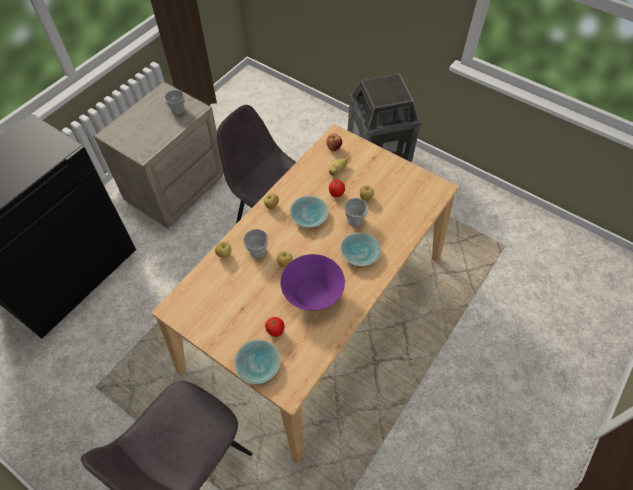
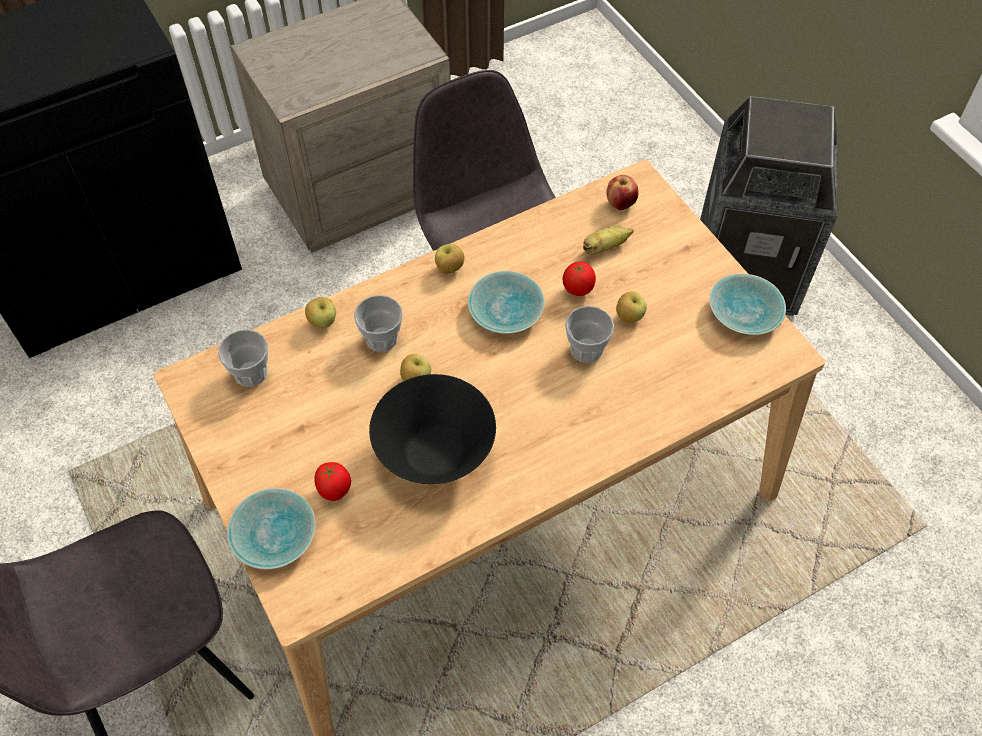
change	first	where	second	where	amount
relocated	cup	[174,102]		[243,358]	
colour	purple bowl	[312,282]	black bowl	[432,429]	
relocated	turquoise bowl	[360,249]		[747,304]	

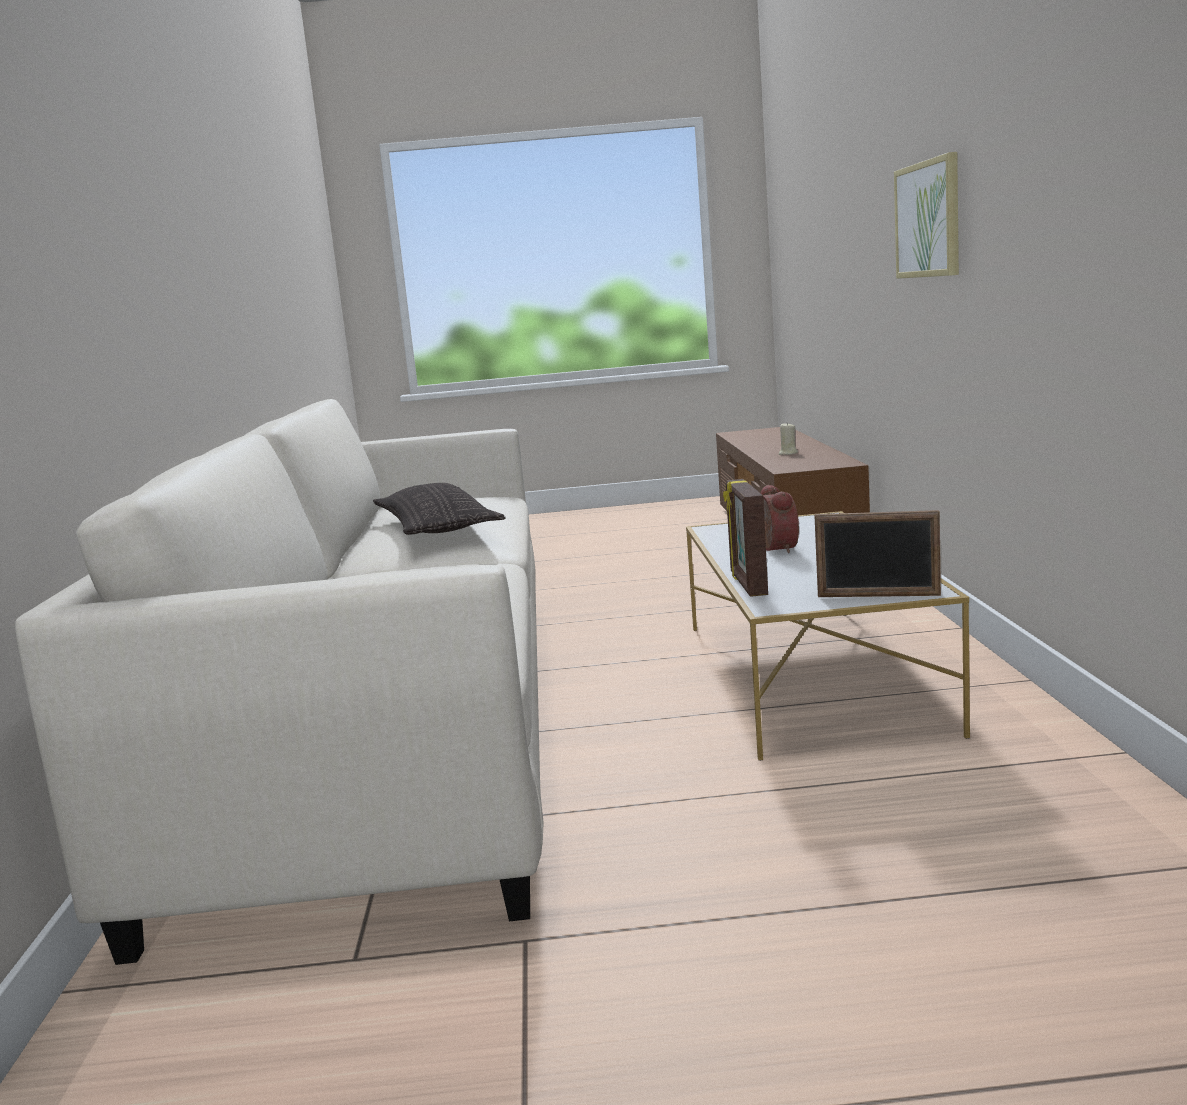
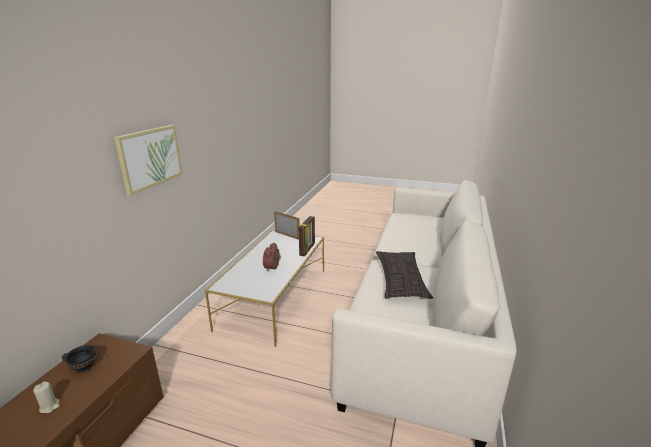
change	first	where	second	where	amount
appeared			black bowl	[80,359]	

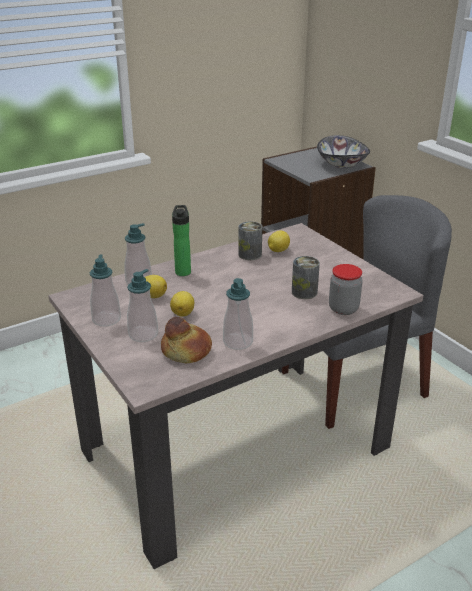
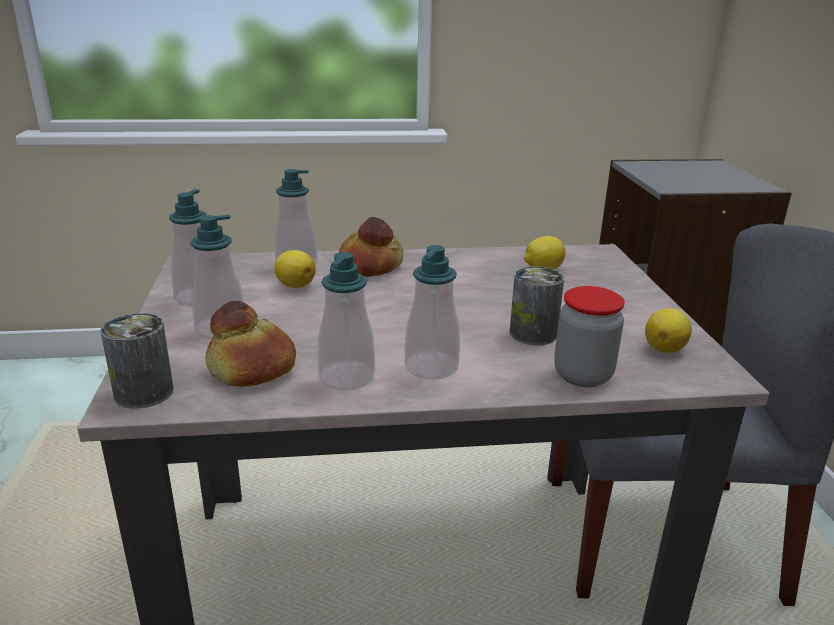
change	first	where	second	where	amount
relocated	lemon	[182,304]		[668,330]	
exchanged	bottle	[181,240]	bread	[371,247]	
relocated	can	[250,241]		[136,361]	
missing	bowl	[343,152]			
appeared			soap dispenser	[432,312]	

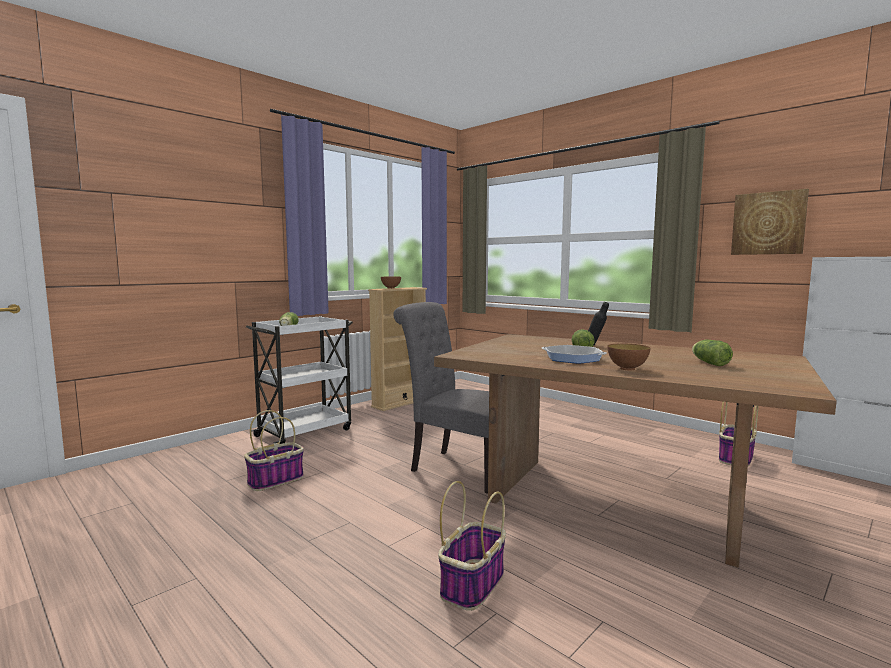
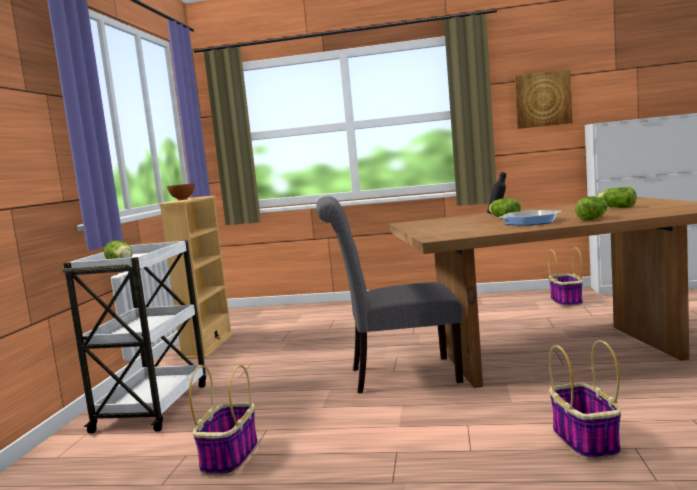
change	first	where	second	where	amount
exchanged	bowl	[629,356]	lettuce	[591,208]	

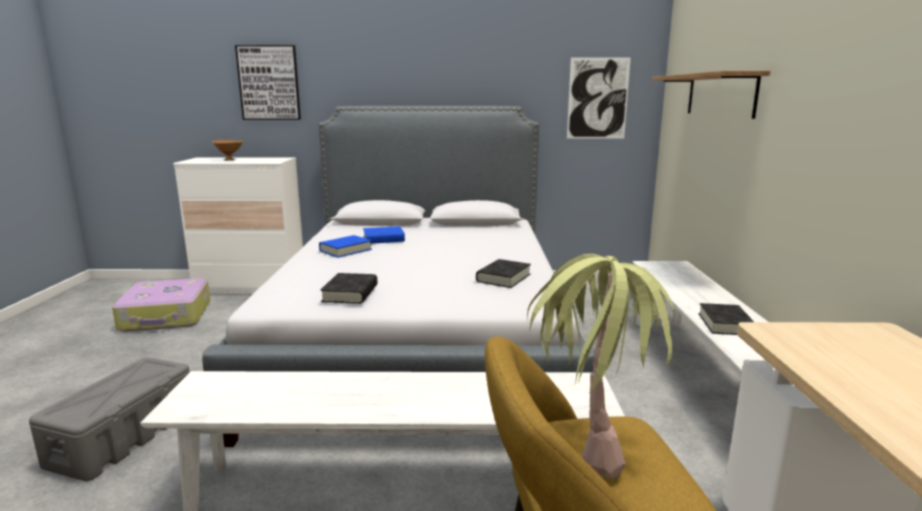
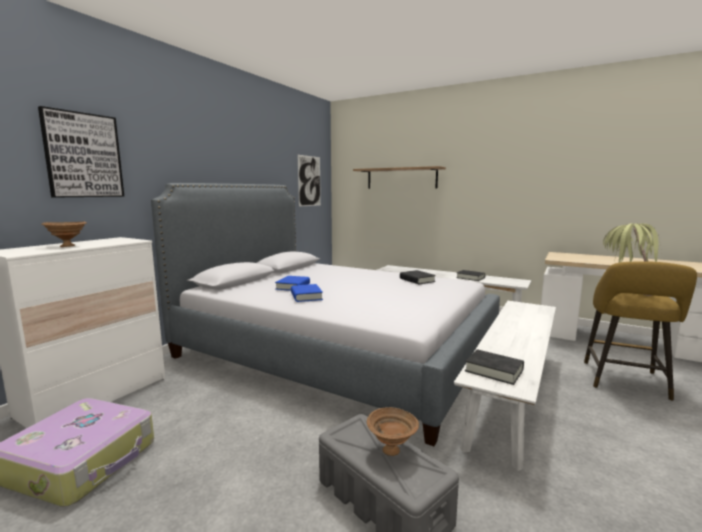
change	first	where	second	where	amount
relocated	black book	[348,288]		[494,367]	
appeared			brown bowl	[393,431]	

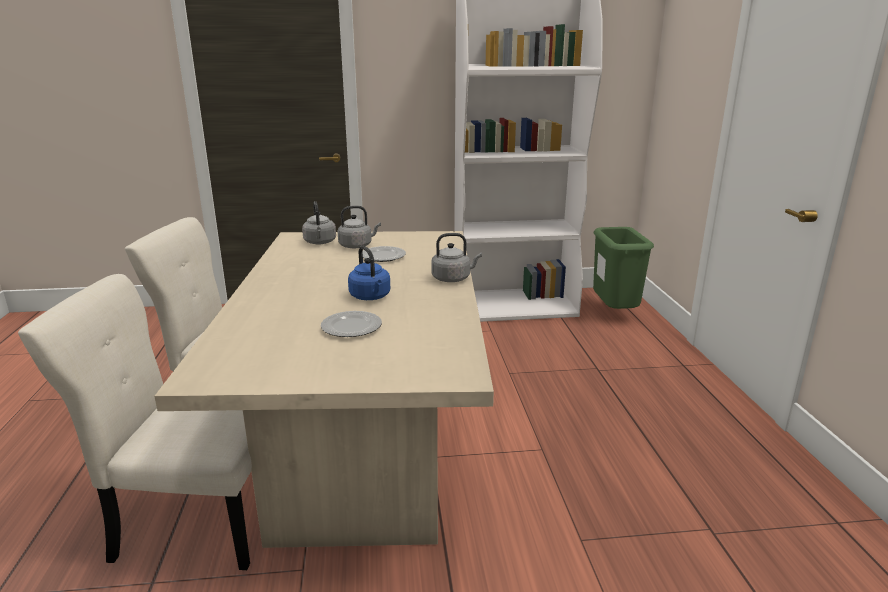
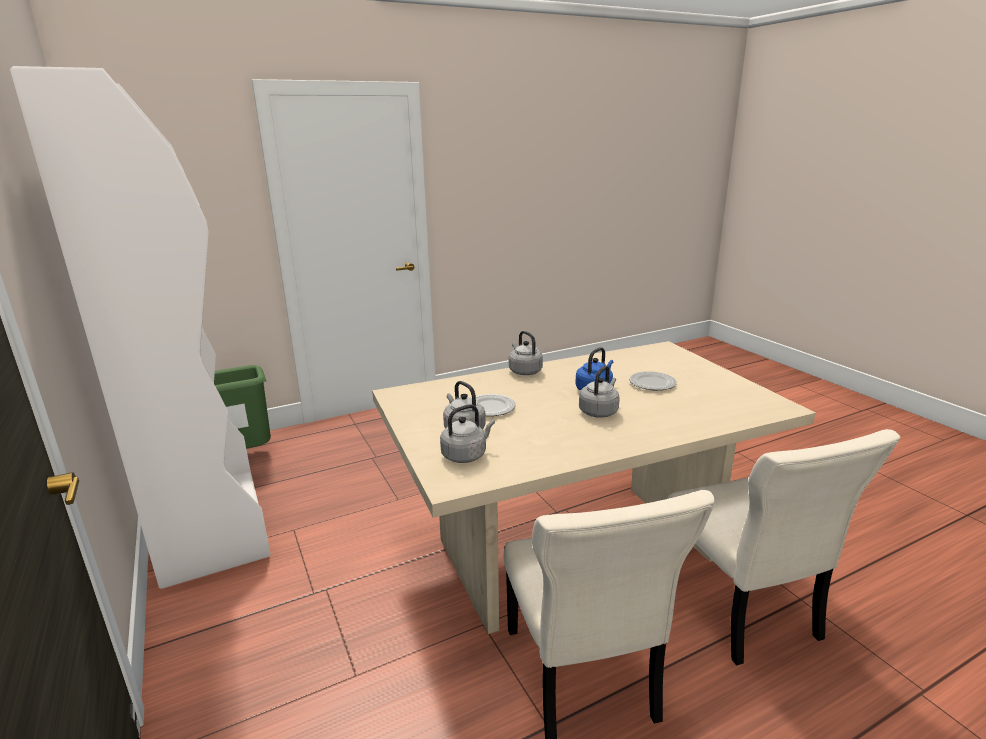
change	first	where	second	where	amount
appeared			grey kettle	[599,392]	

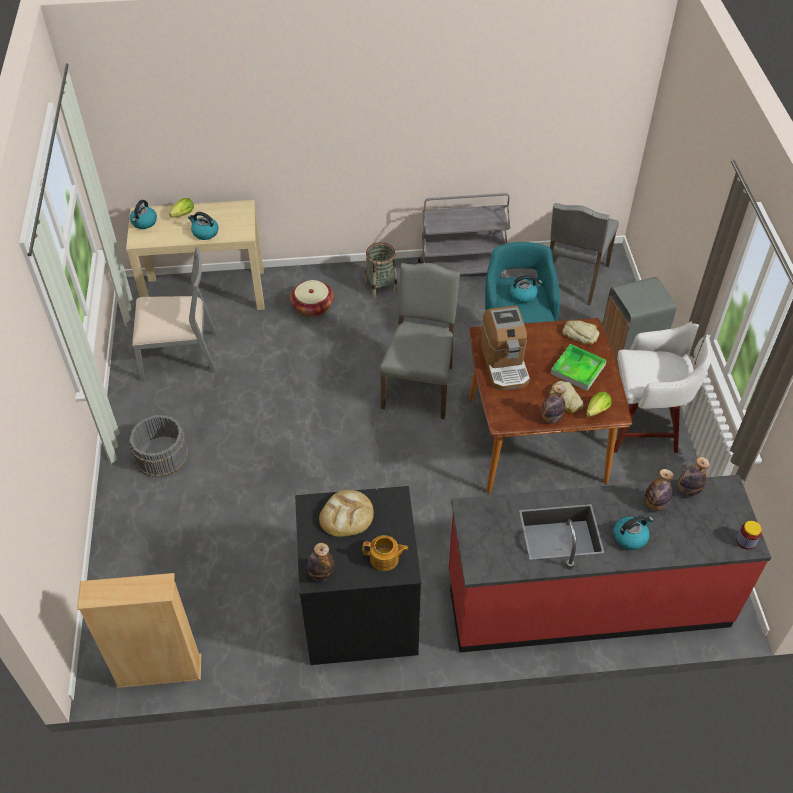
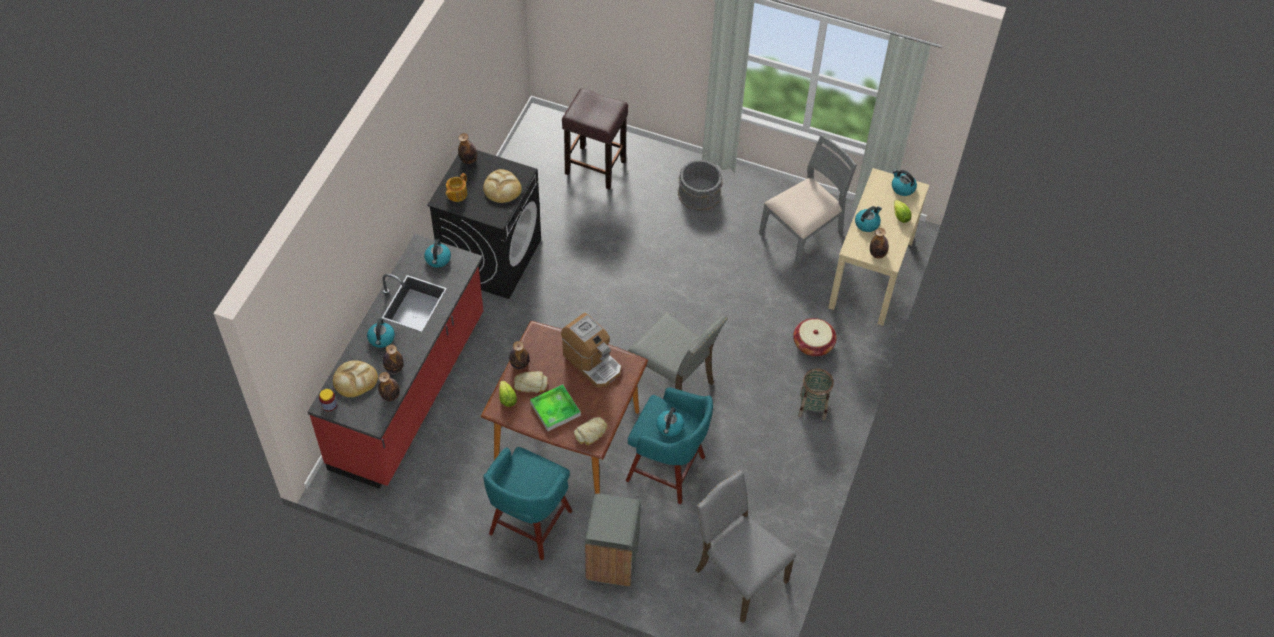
change	first	where	second	where	amount
missing	beige bookcase	[139,630]			
spun	grey chair	[174,314]		[808,202]	150 degrees counterclockwise
missing	grey cart	[464,235]			
spun	coffee machine	[505,348]		[591,350]	150 degrees counterclockwise
colour	white stool	[663,387]	turquoise stool	[528,503]	
appeared			bread	[355,378]	
appeared			kettle	[437,253]	
appeared			brown stool	[595,139]	
appeared			bottle	[879,243]	

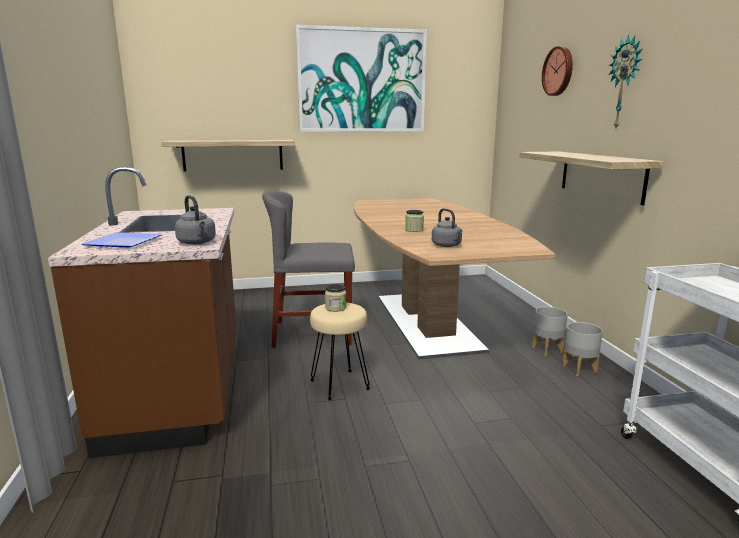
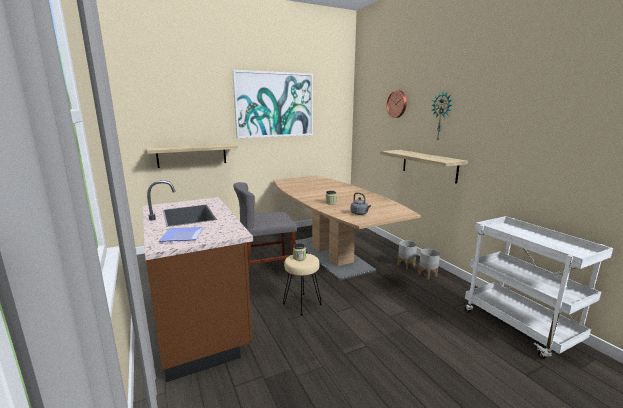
change	first	where	second	where	amount
missing	grey kettle	[195,220]			

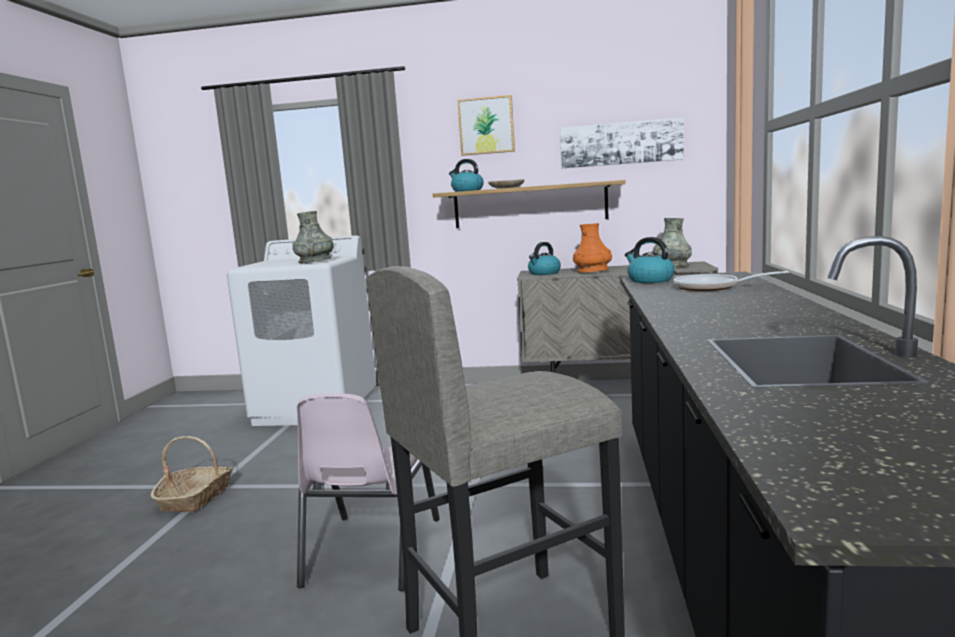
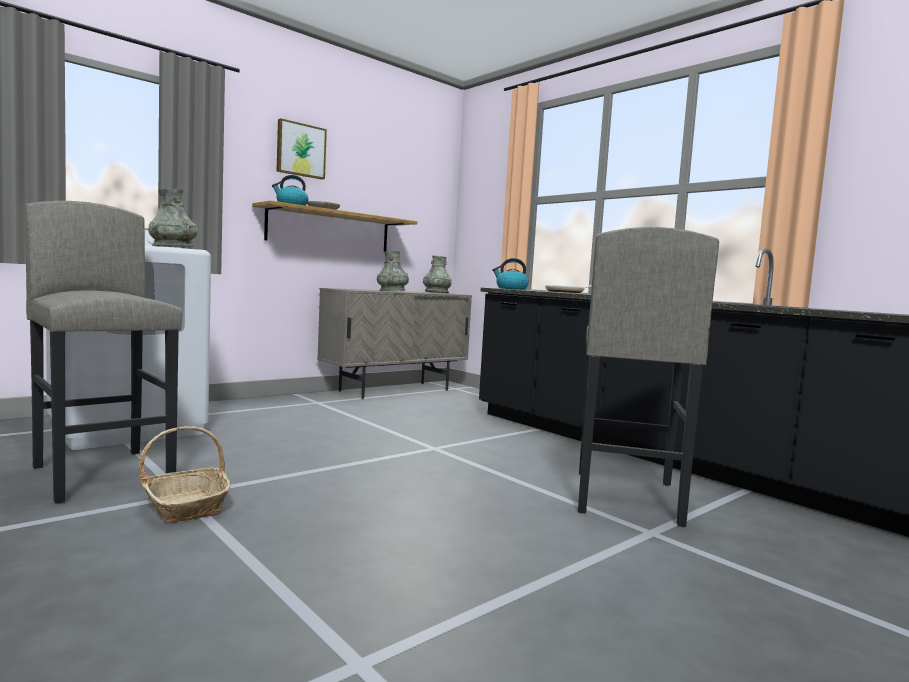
change	first	where	second	where	amount
missing	pink chair	[368,492]			
missing	kettle	[544,258]			
missing	picture	[622,142]			
colour	orange vase	[592,248]	grey vase	[393,271]	
appeared			grey stool	[103,352]	

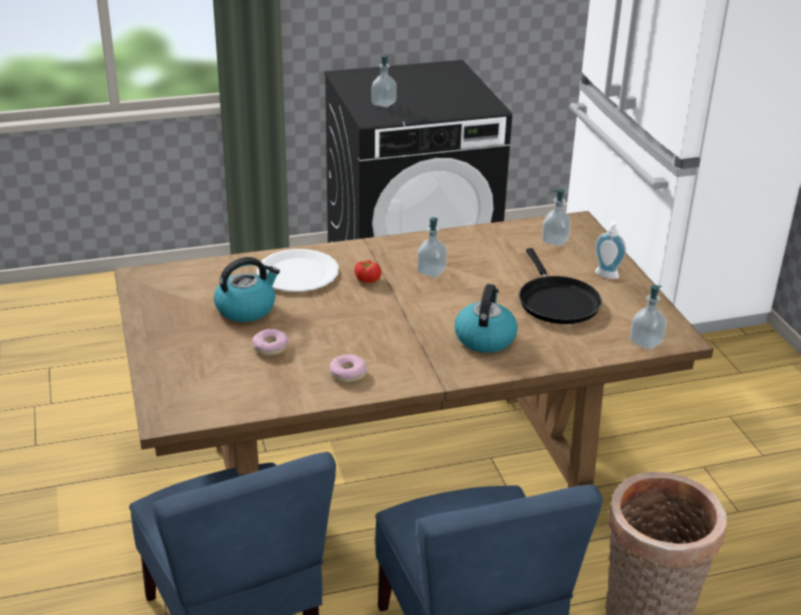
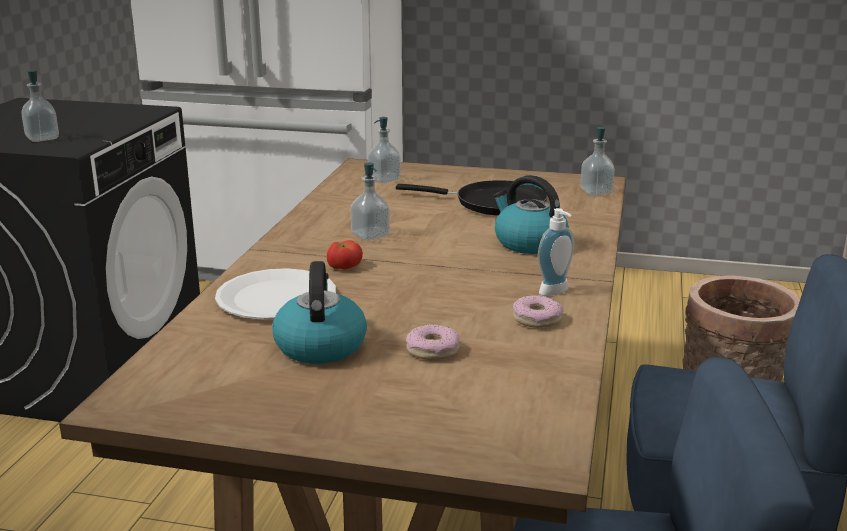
change	first	where	second	where	amount
relocated	soap dispenser	[610,250]		[556,252]	

